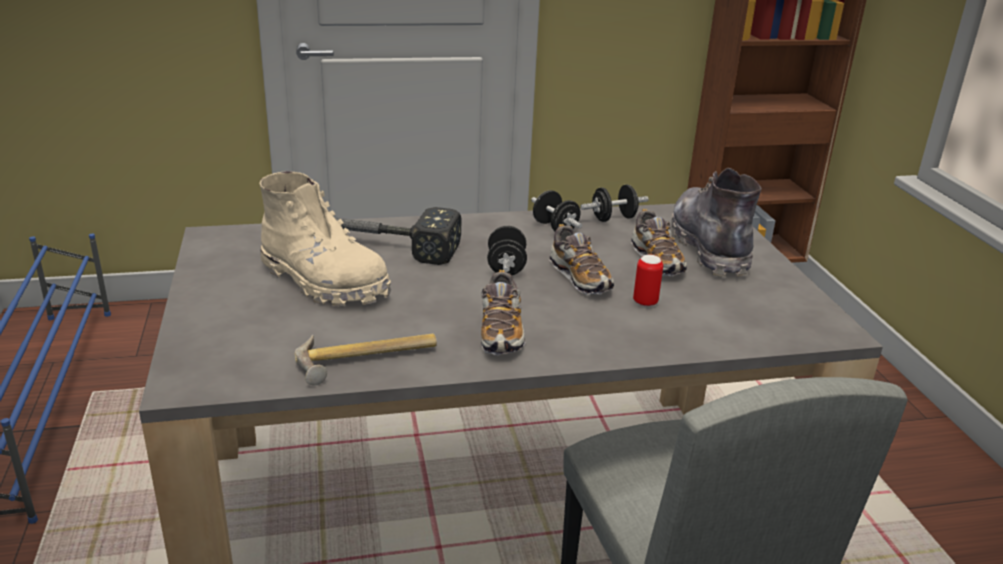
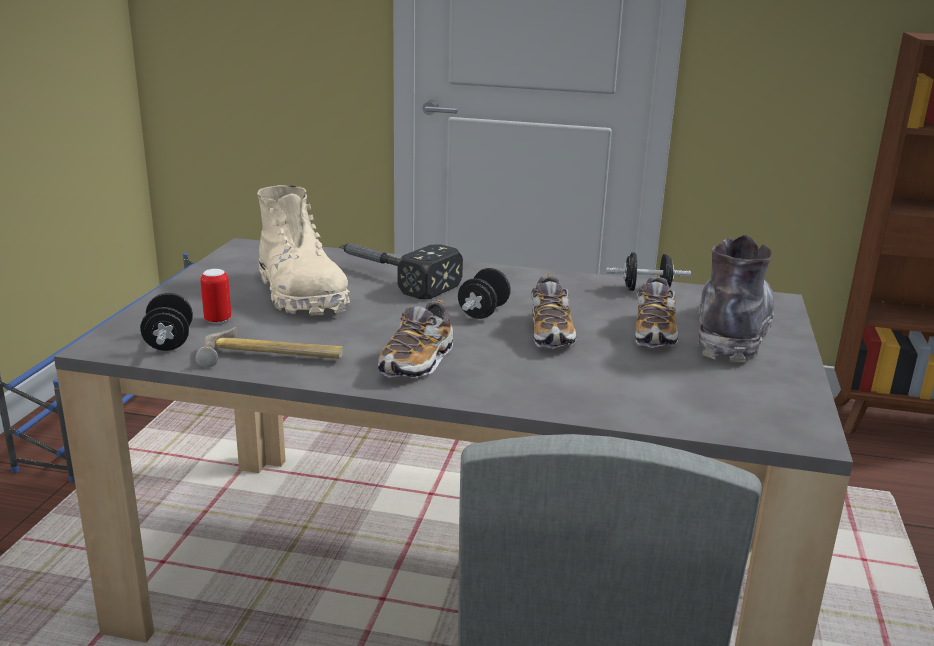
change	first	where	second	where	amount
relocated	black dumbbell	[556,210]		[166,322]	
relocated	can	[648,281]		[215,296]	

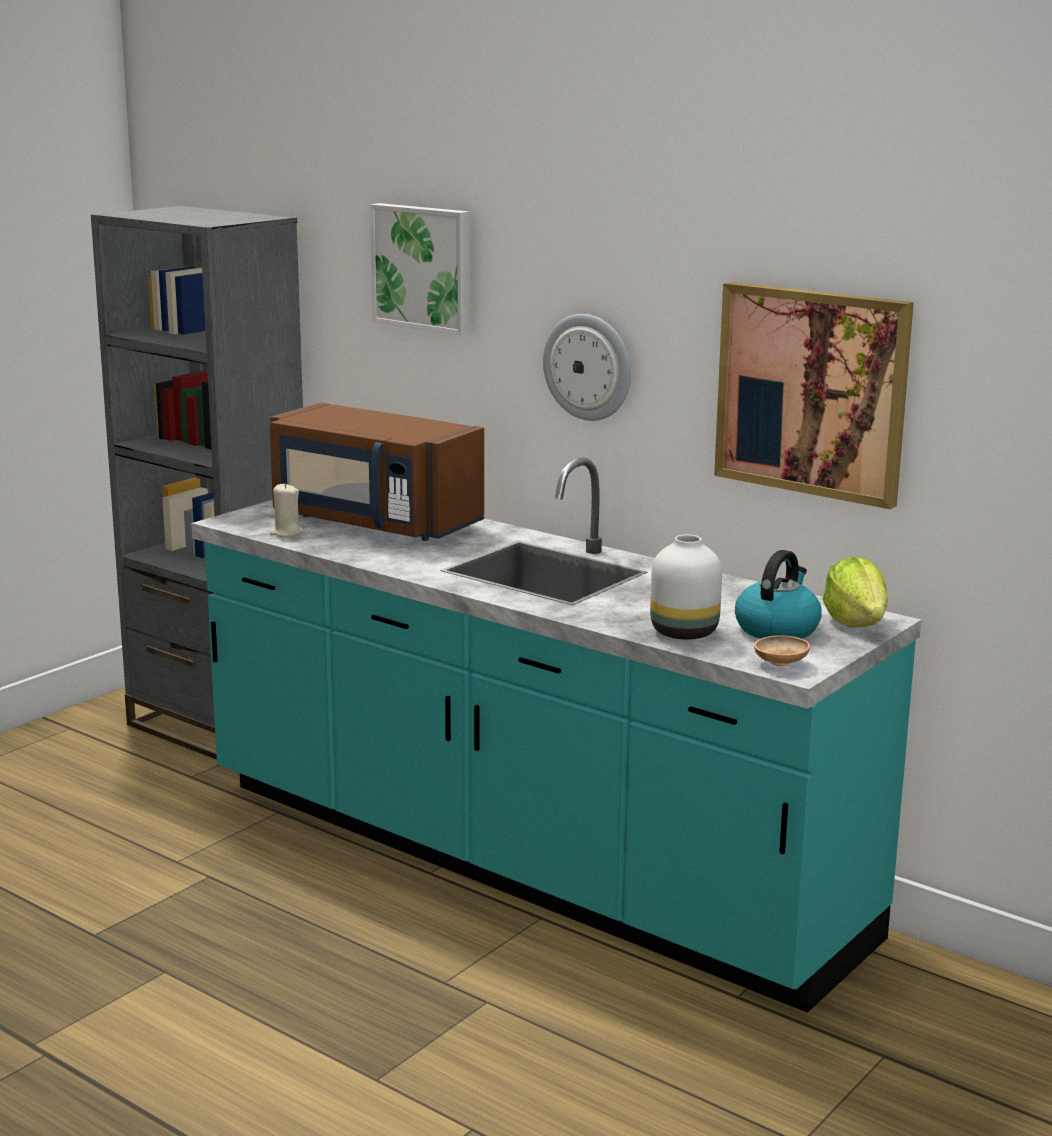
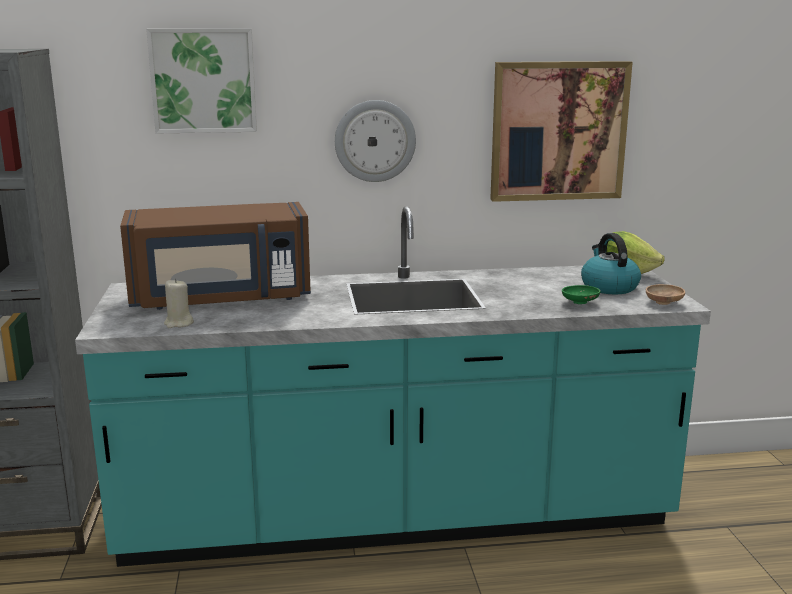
change	first	where	second	where	amount
exchanged	white vase	[686,587]	green bowl	[581,294]	

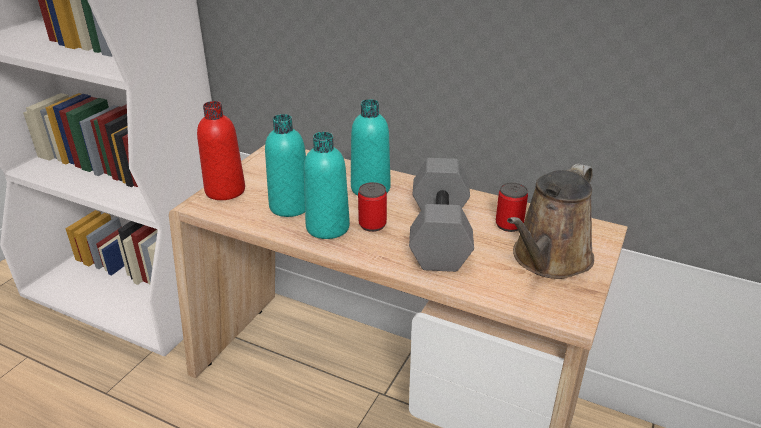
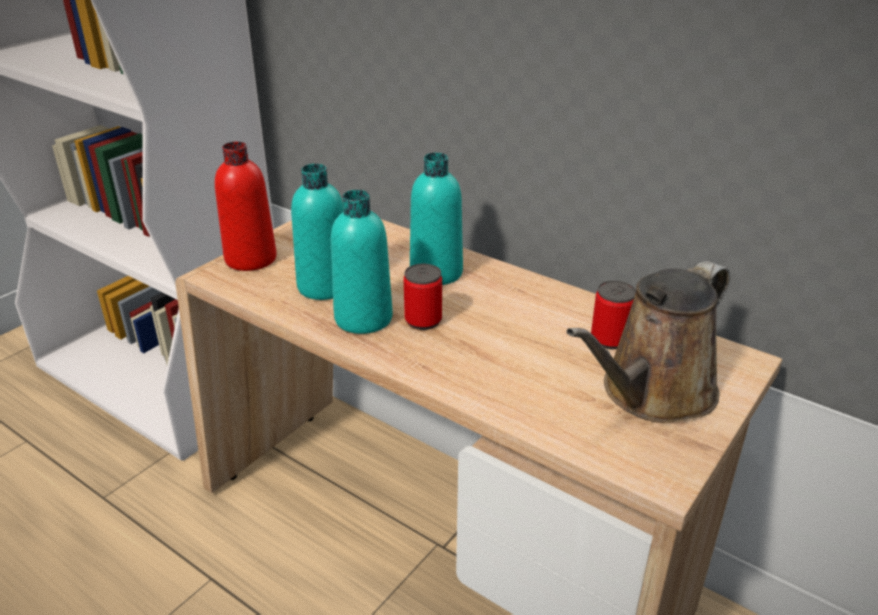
change	first	where	second	where	amount
missing	grey dumbbell	[441,215]			

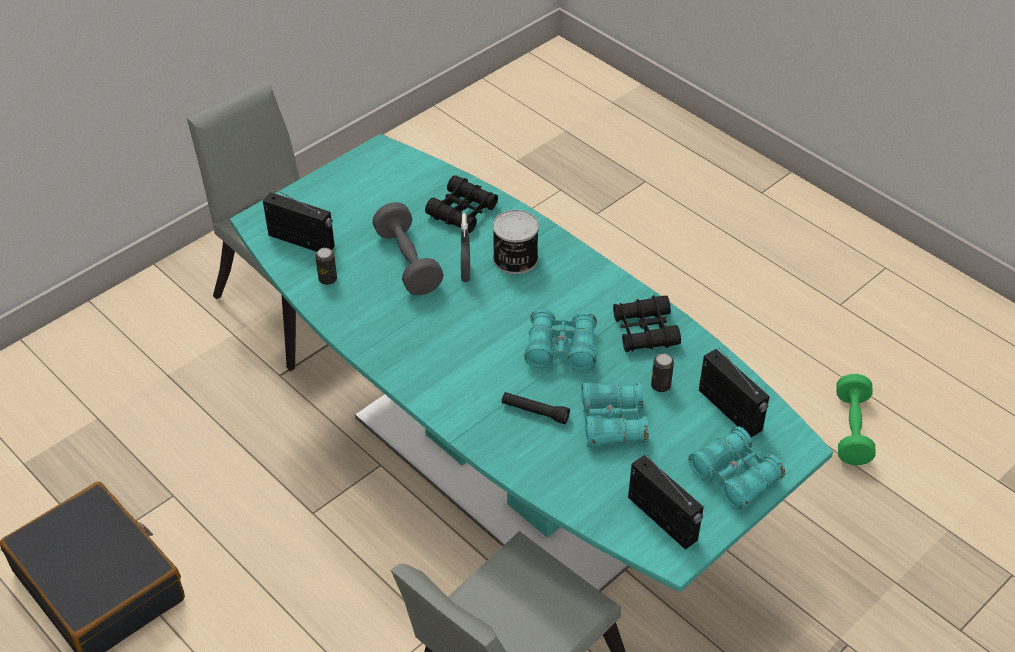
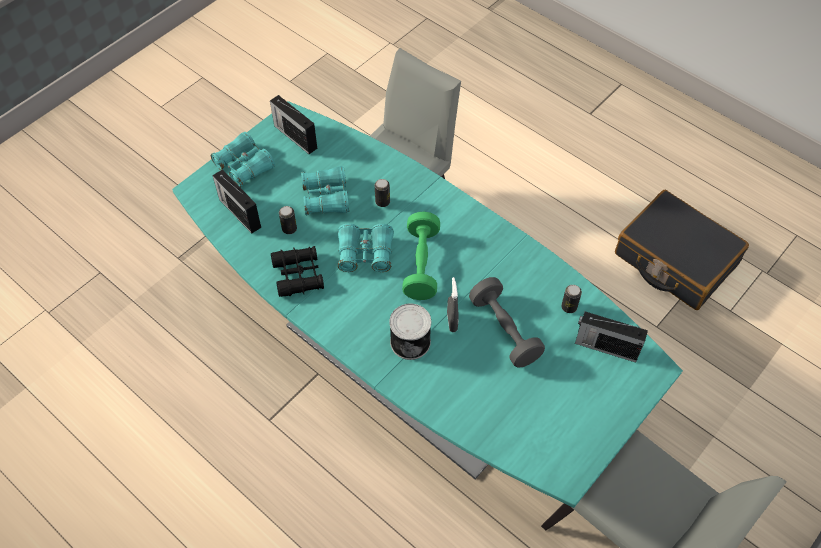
change	first	where	second	where	amount
missing	black binoculars	[461,204]			
exchanged	black flashlight	[536,408]	can	[382,193]	
relocated	green dumbbell	[856,419]		[421,256]	

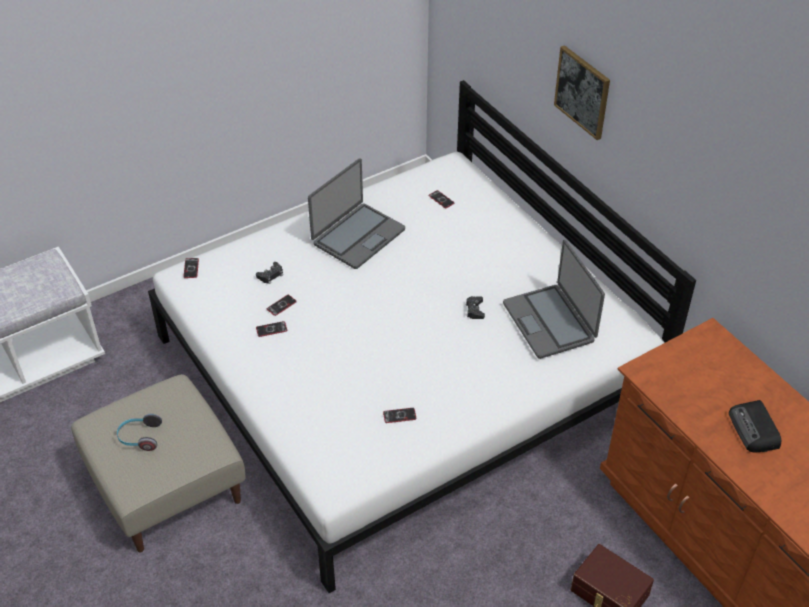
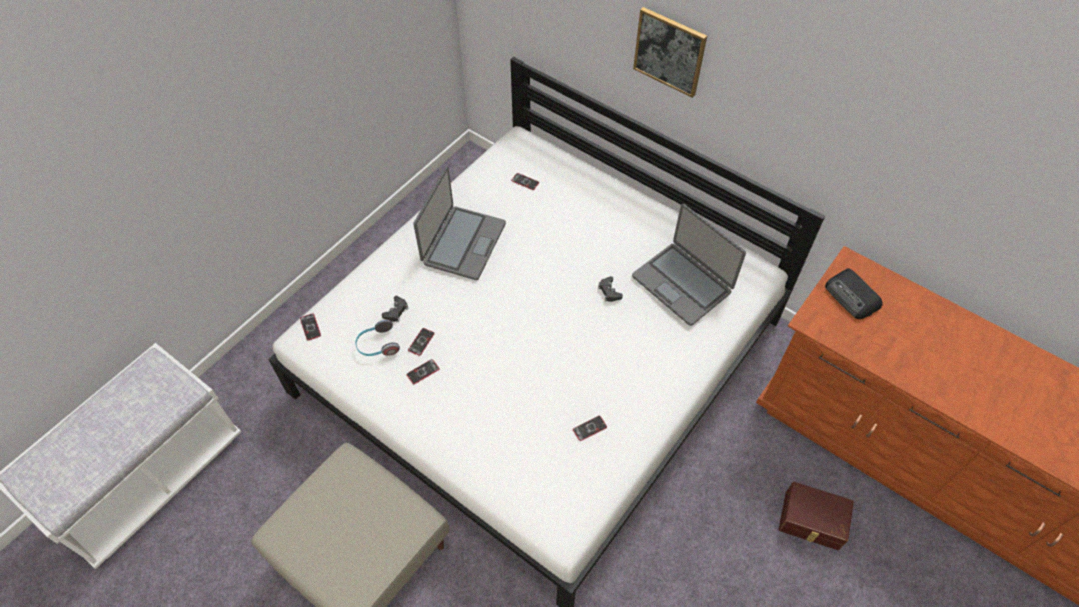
change	first	where	second	where	amount
relocated	headphones	[139,432]		[377,338]	
relocated	radio	[755,426]		[854,294]	

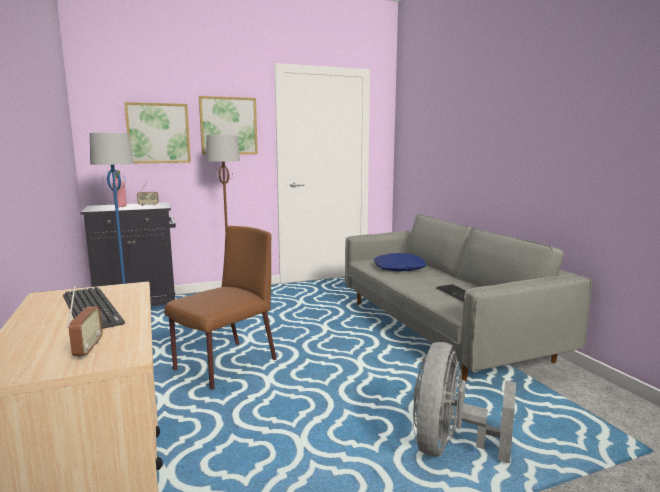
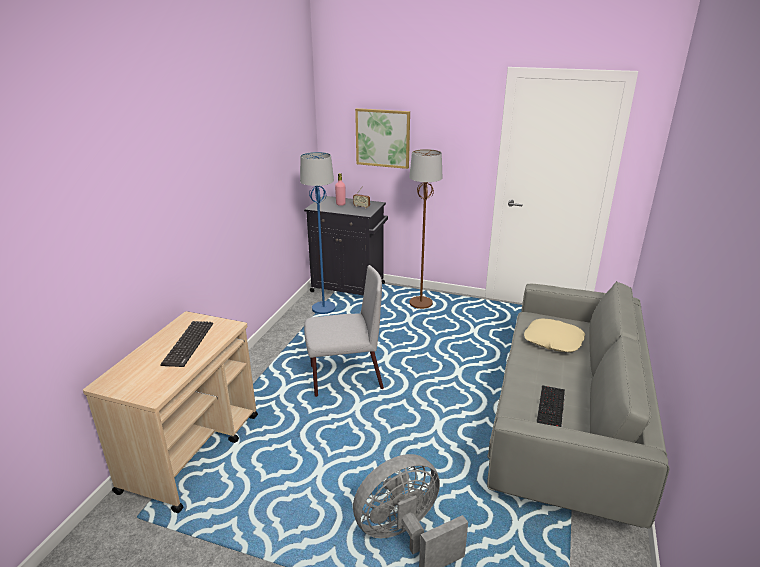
change	first	where	second	where	amount
missing	radio	[85,322]			
colour	brown chair	[220,308]	grey chair	[344,331]	
missing	picture	[228,125]			
colour	blue pillow	[400,262]	beige pillow	[554,335]	

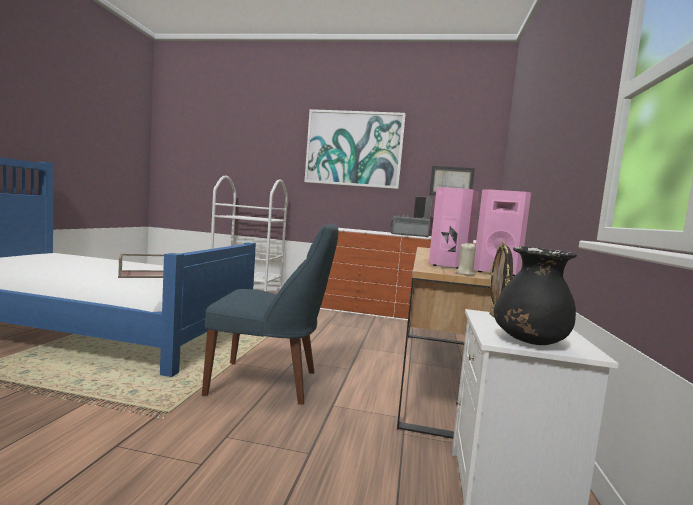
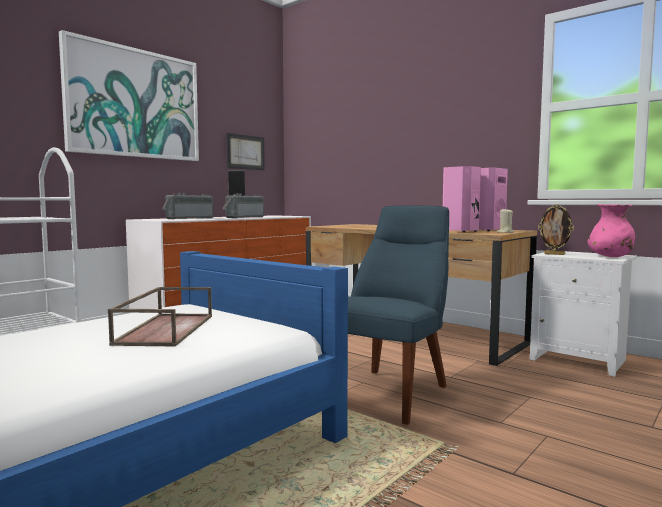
change	first	where	second	where	amount
colour	black vase	[535,296]	pink vase	[611,230]	
appeared			radio	[187,206]	

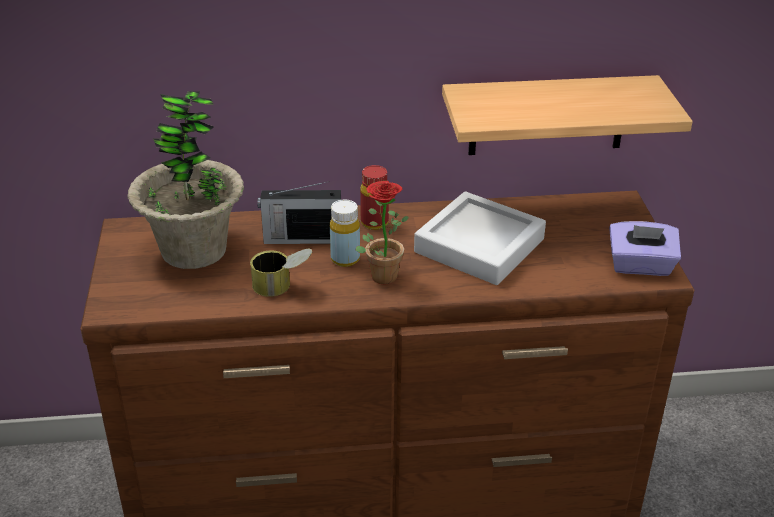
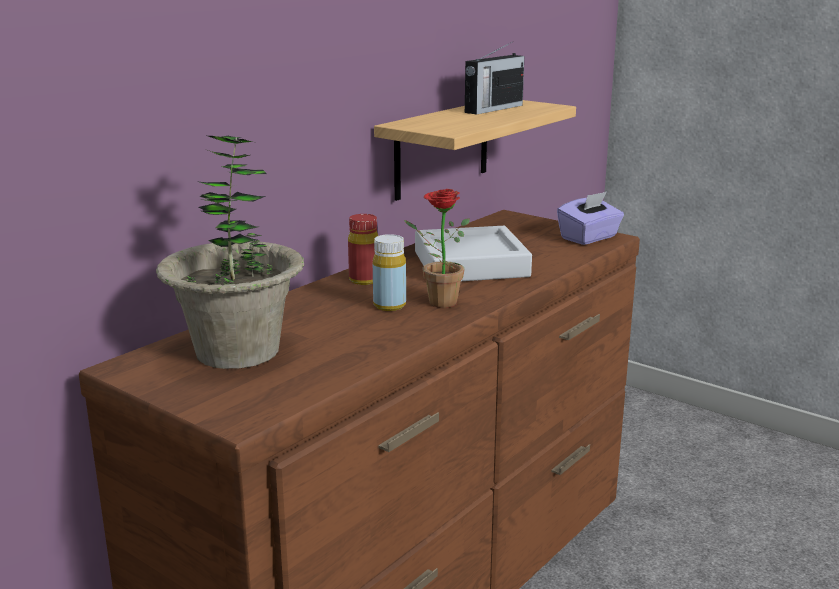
change	first	where	second	where	amount
missing	can	[281,273]			
relocated	radio	[299,212]		[494,78]	

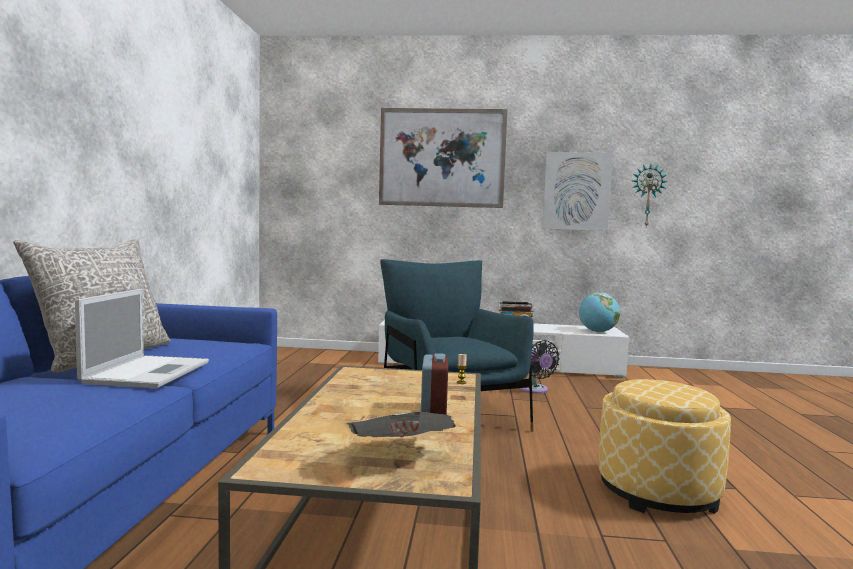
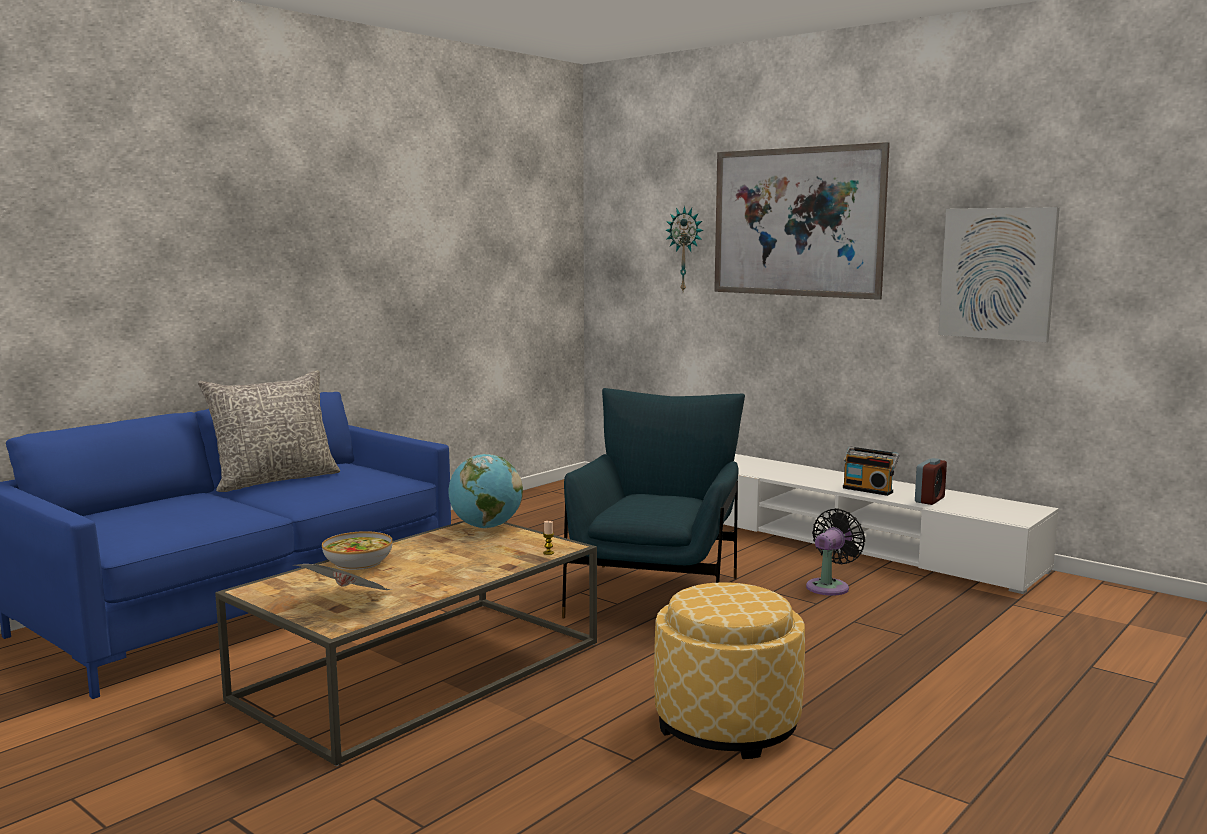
change	first	where	second	where	amount
missing	laptop	[142,338]			
relocated	alarm clock	[434,384]		[931,481]	
spun	black fan	[539,367]		[835,552]	150 degrees counterclockwise
relocated	globe	[599,312]		[486,491]	
relocated	wall clock	[650,196]		[684,248]	
appeared			bowl	[357,550]	

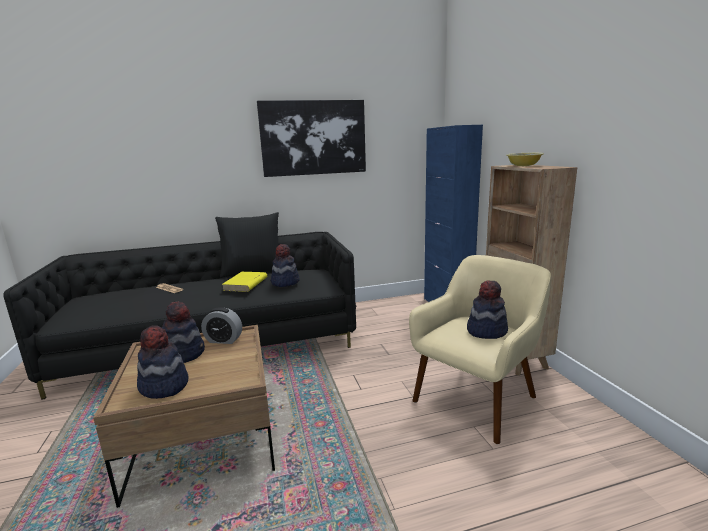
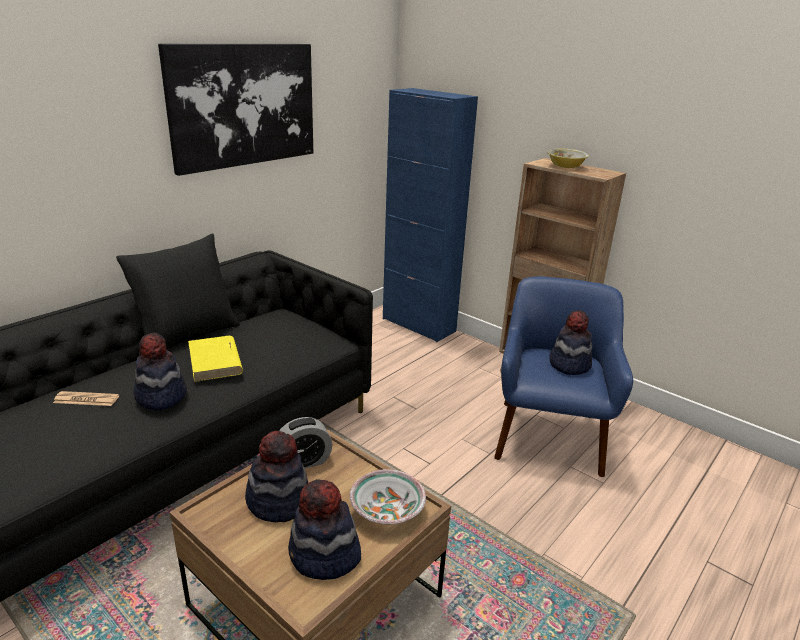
change	first	where	second	where	amount
relocated	hat	[285,265]		[160,371]	
colour	beige armchair	[480,349]	blue armchair	[563,376]	
appeared			bowl	[388,496]	

